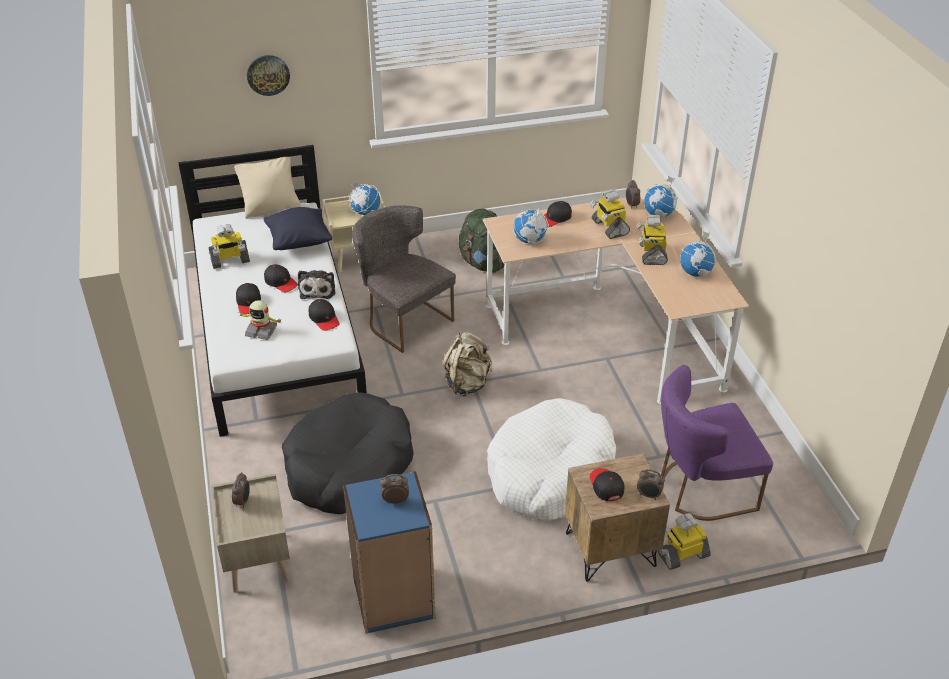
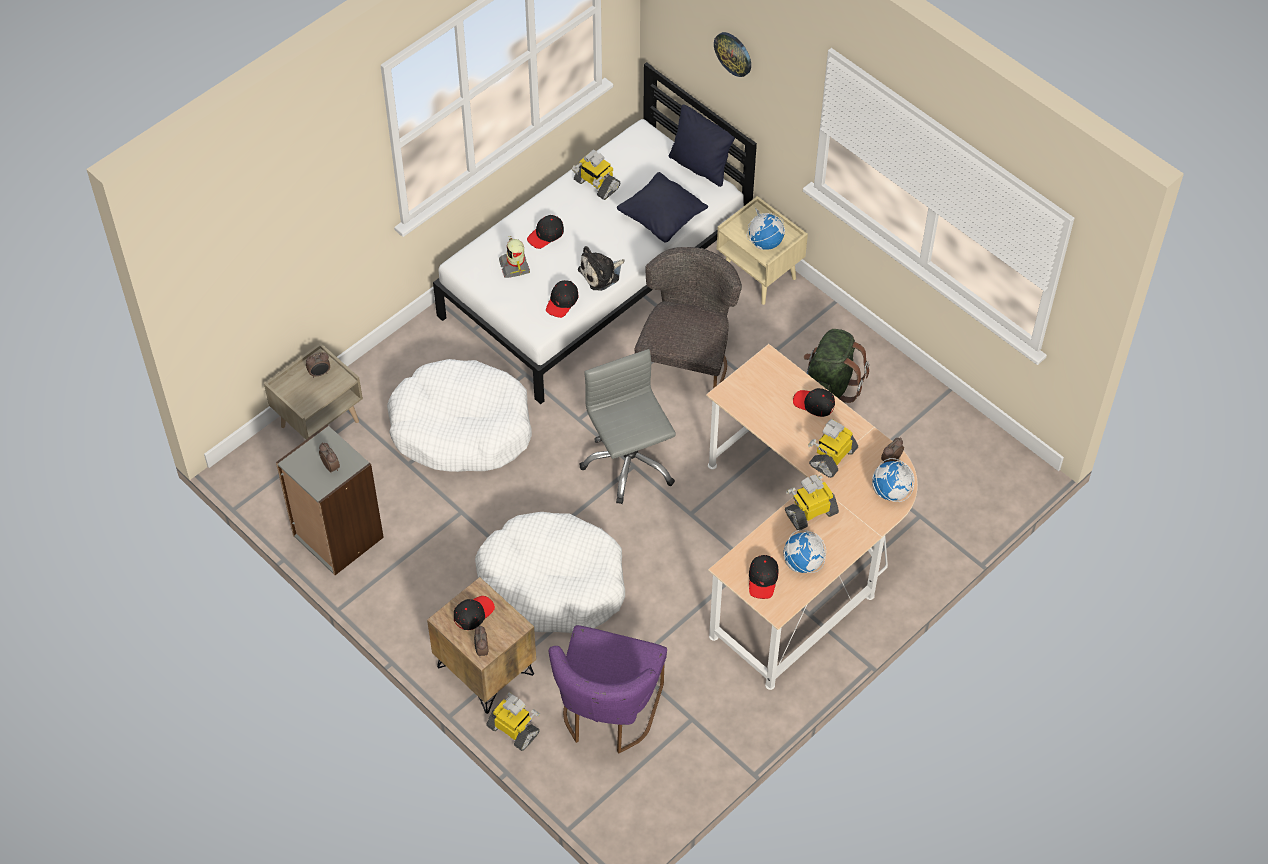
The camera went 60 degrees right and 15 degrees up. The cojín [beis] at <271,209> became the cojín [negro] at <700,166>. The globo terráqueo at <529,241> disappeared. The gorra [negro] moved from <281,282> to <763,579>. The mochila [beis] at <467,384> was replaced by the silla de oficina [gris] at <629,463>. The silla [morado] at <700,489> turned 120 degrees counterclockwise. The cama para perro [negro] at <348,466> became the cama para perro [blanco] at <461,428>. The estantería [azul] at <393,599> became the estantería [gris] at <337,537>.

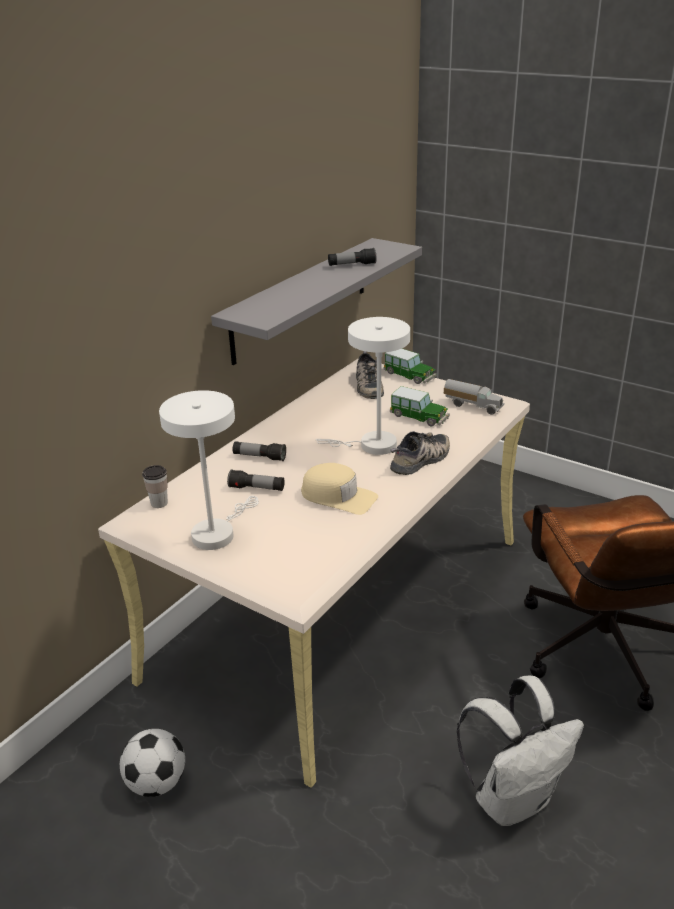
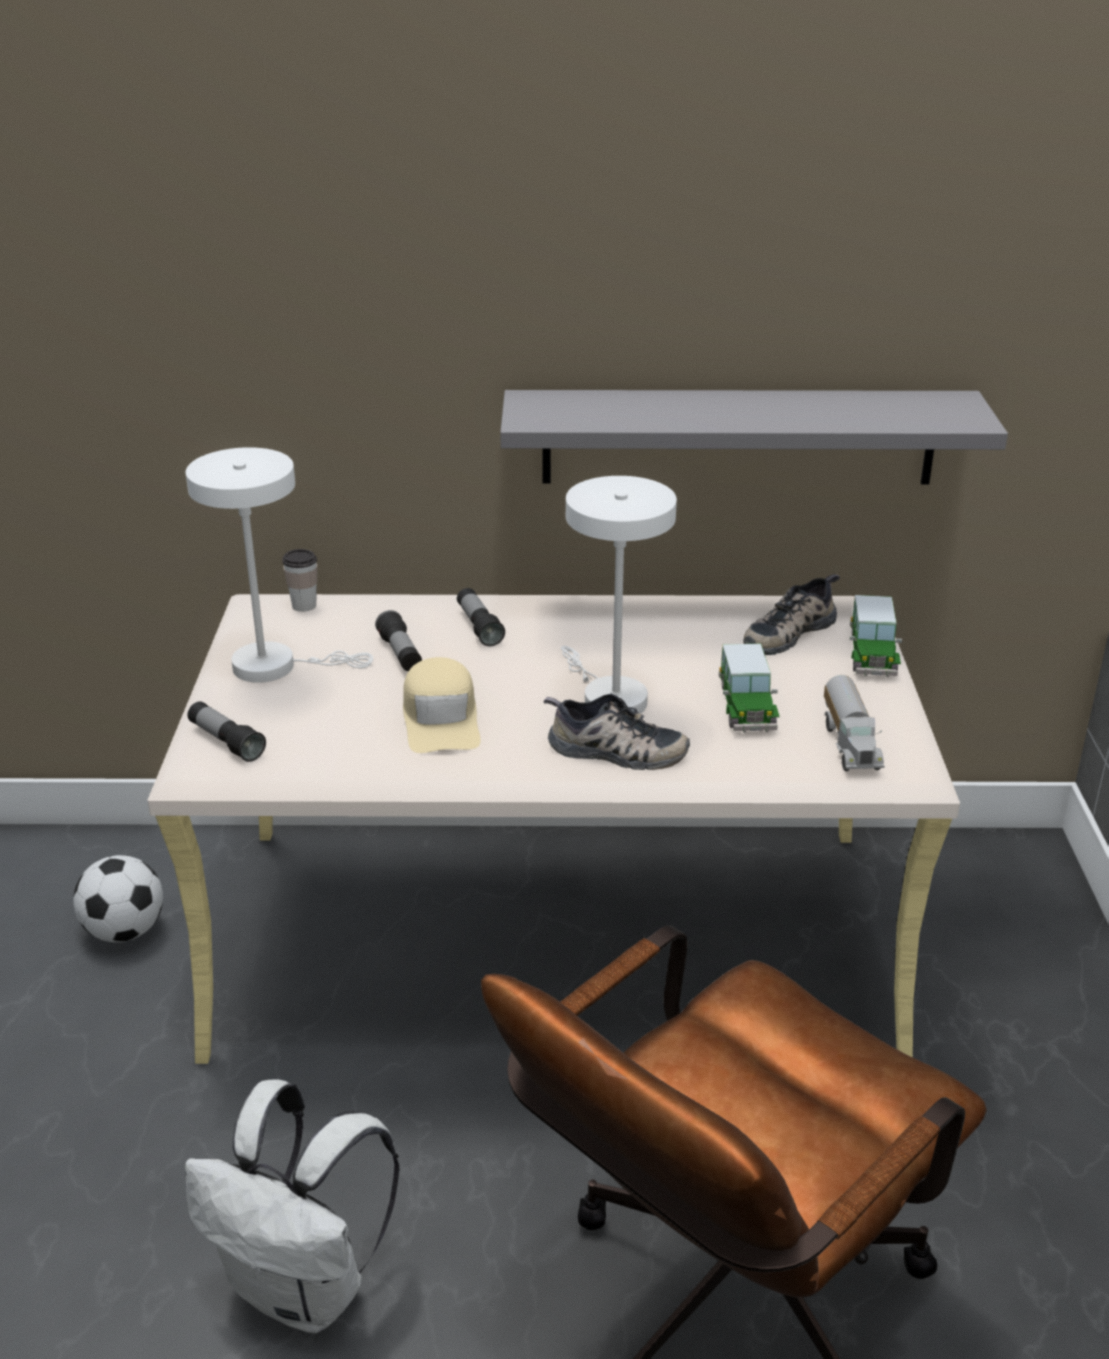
The camera went 55 degrees right and 0 degrees up. The linterna moved from <352,265> to <226,742>.

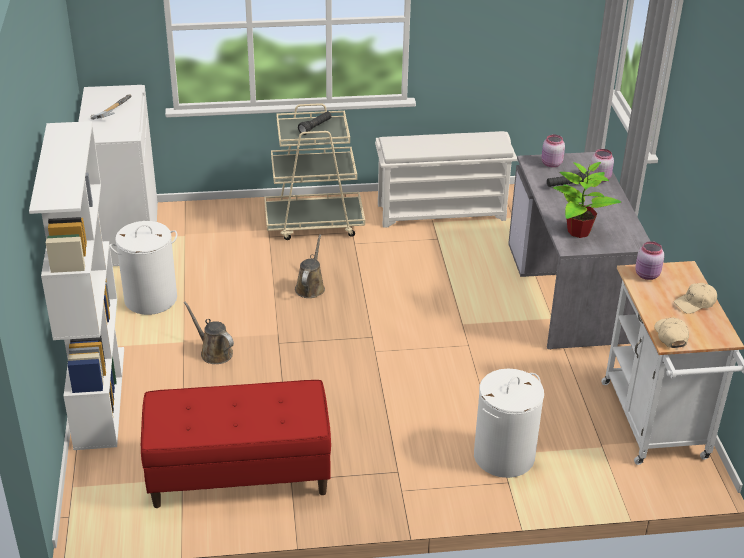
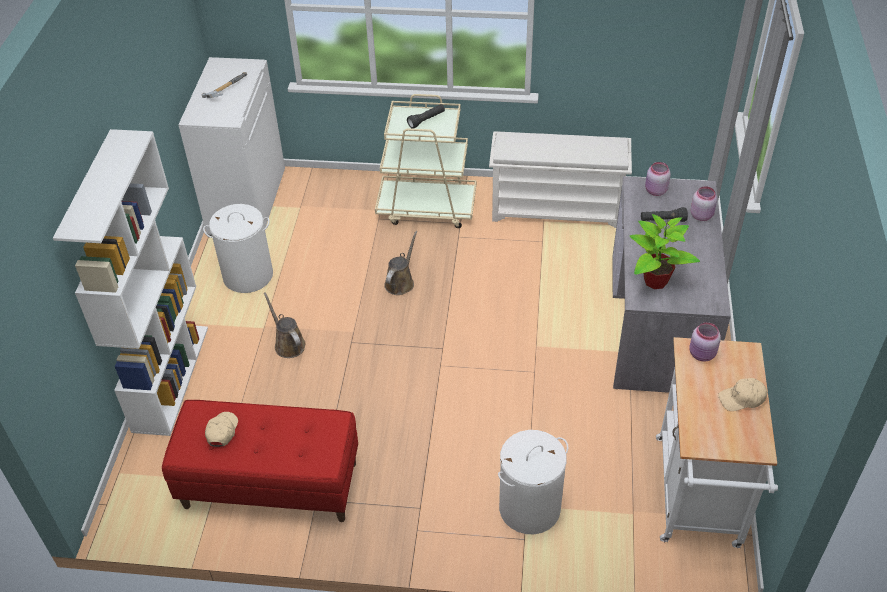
The camera went 15 degrees right and 10 degrees up. The gorra [beis] moved from <670,336> to <222,431>.

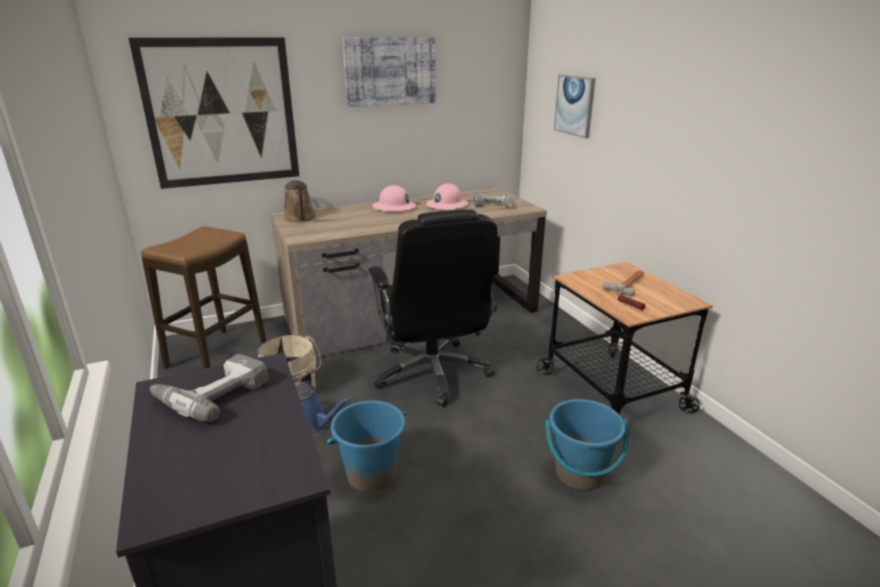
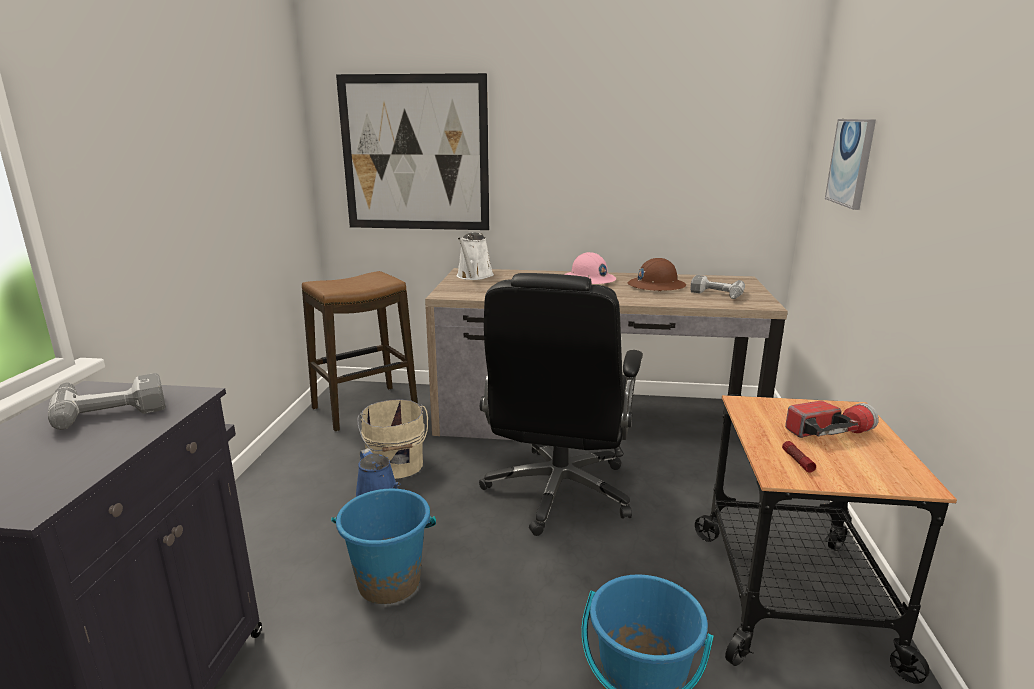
The camera went 30 degrees right and 5 degrees down. The cuadro at <390,71> disappeared. The regadera [marrón] at <300,218> became the regadera [blanco] at <474,276>. The casco [rosa] at <447,205> became the casco [marrón] at <656,286>. The martillo at <628,284> was replaced by the linterna at <829,432>.

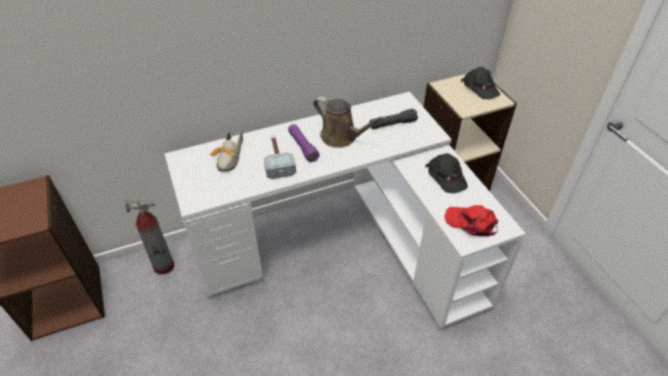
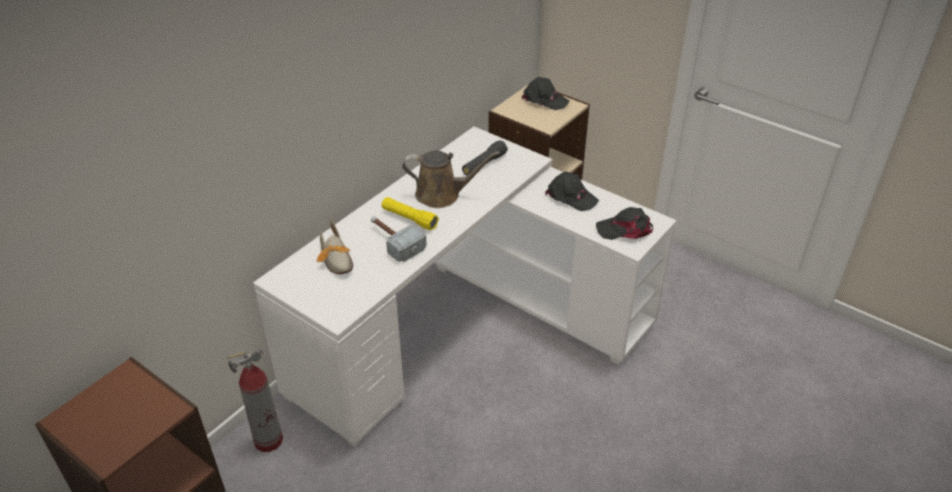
The camera went 30 degrees left and 5 degrees down. The linterna [morado] at <303,147> became the linterna [amarillo] at <409,219>. The gorra [rojo] at <471,223> became the gorra [negro] at <625,229>.

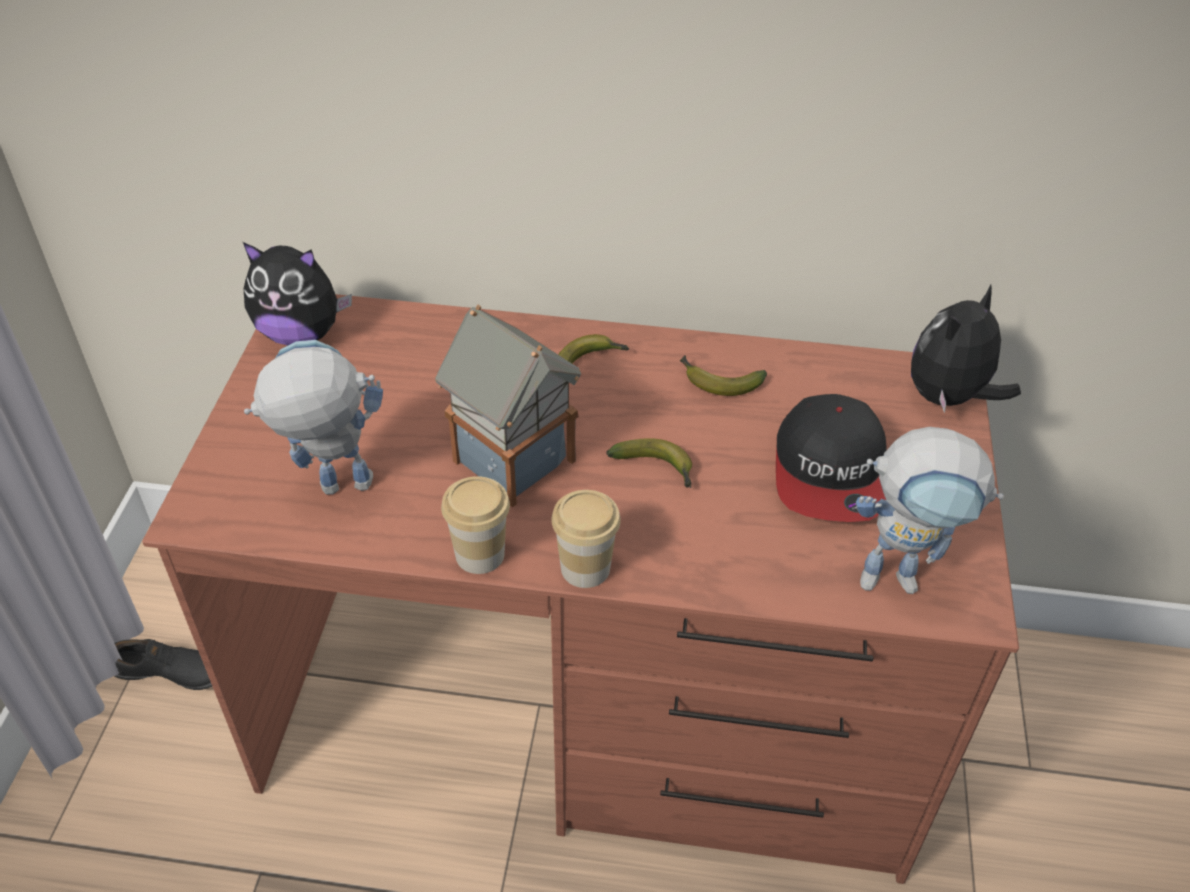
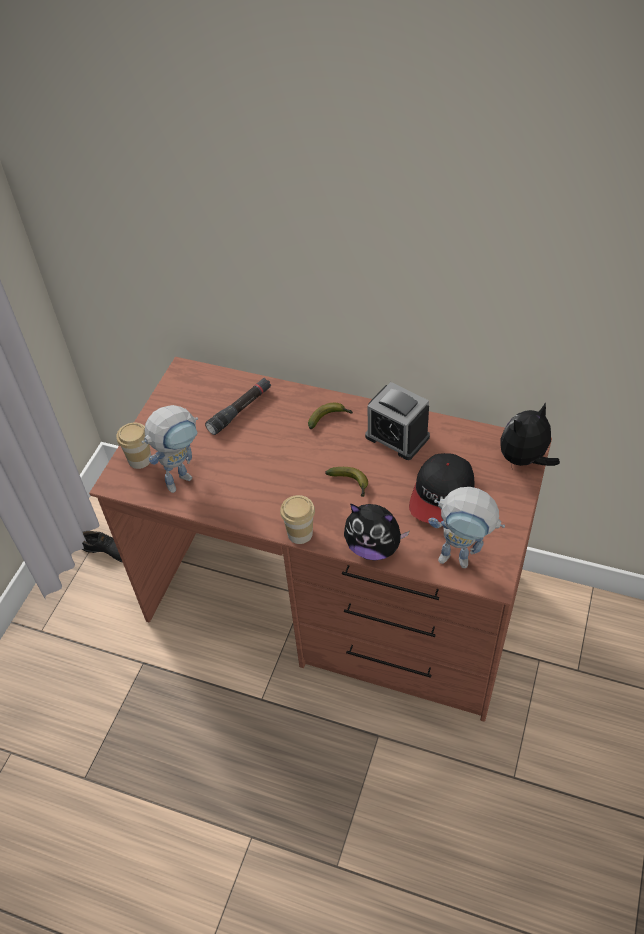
The camera went 15 degrees right and 5 degrees up. The peluche moved from <301,334> to <373,547>. The casita at <511,459> disappeared. The robot de juguete at <331,490> turned 135 degrees clockwise. The plátano at <717,382> was replaced by the despertador at <397,436>. The taza moved from <480,554> to <140,459>. The linterna [negro] at <240,410> appeared.

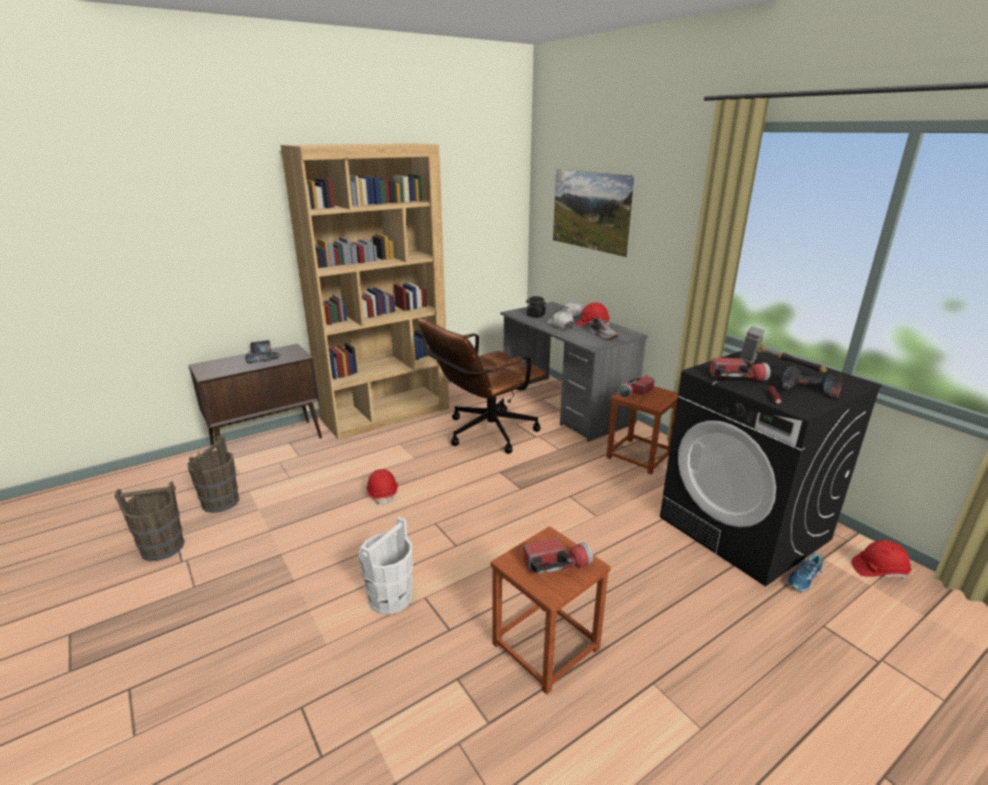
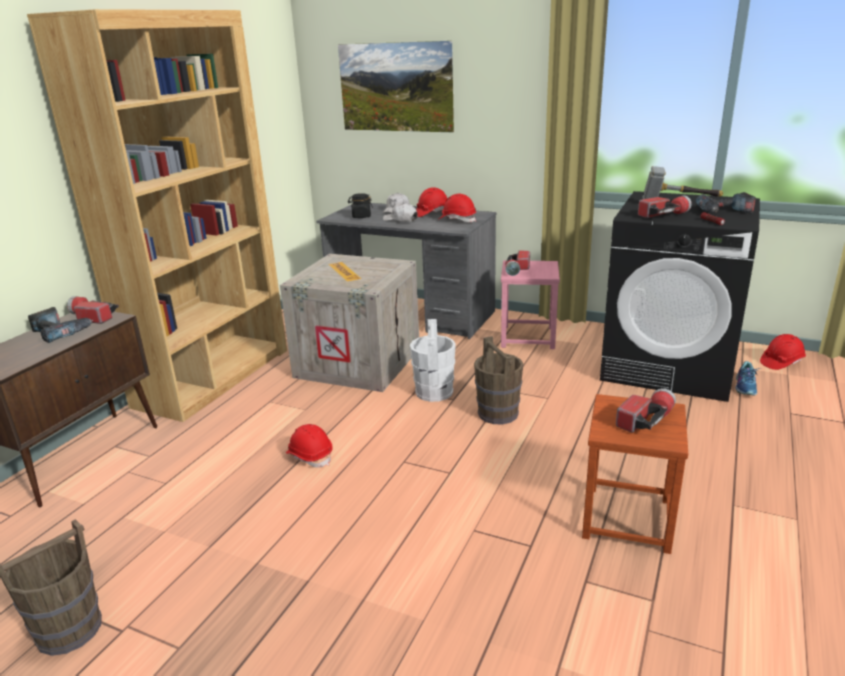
The camera went 30 degrees left and 0 degrees up. The zapato at <603,335> was replaced by the casco [rojo] at <457,220>. The silla de oficina [marrón] at <483,433> was replaced by the caja de embalaje at <356,363>. The taburete [marrón] at <639,456> became the taburete [rosa] at <527,337>. The cubo [marrón] moved from <221,502> to <498,413>. The cubo [blanco] moved from <391,597> to <434,392>. The linterna at <92,317> appeared.

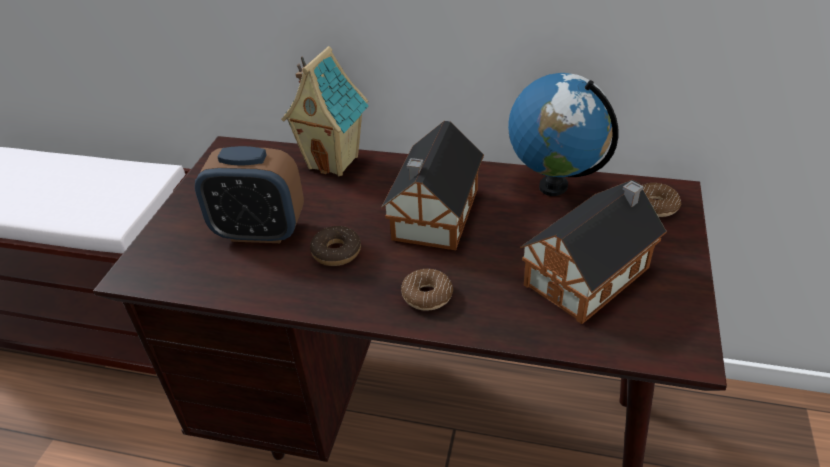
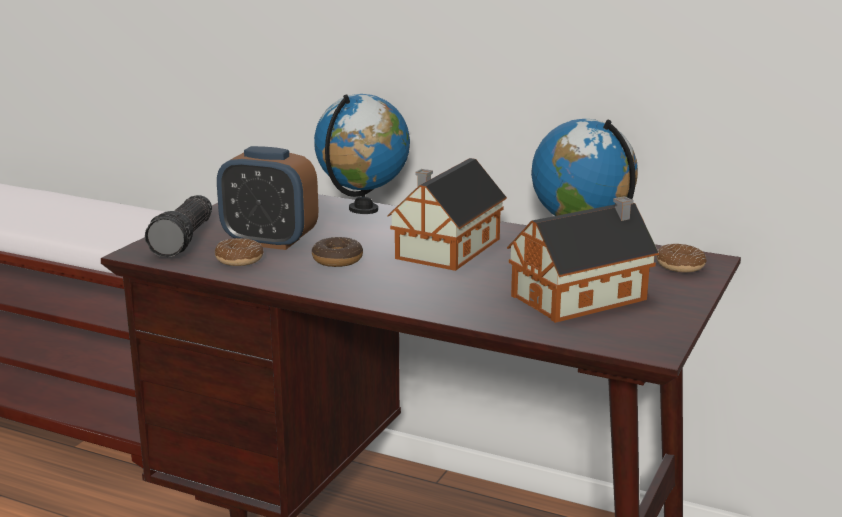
The camera went 10 degrees right and 20 degrees down. The casita at <334,161> was replaced by the globo terráqueo at <363,209>. The rosquilla moved from <427,295> to <239,260>. The linterna at <186,240> appeared.

